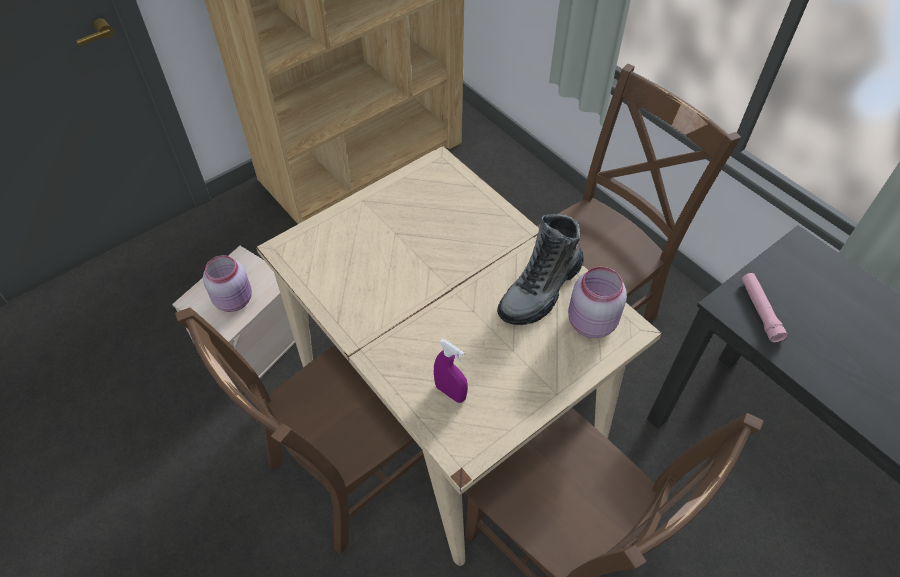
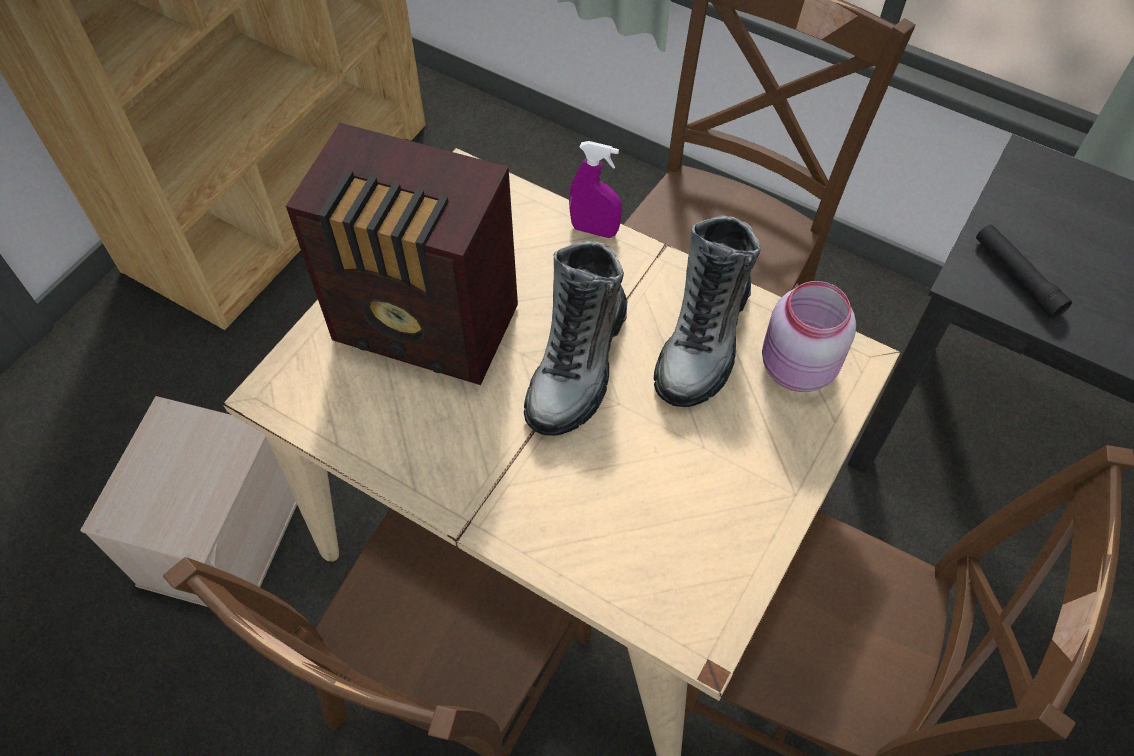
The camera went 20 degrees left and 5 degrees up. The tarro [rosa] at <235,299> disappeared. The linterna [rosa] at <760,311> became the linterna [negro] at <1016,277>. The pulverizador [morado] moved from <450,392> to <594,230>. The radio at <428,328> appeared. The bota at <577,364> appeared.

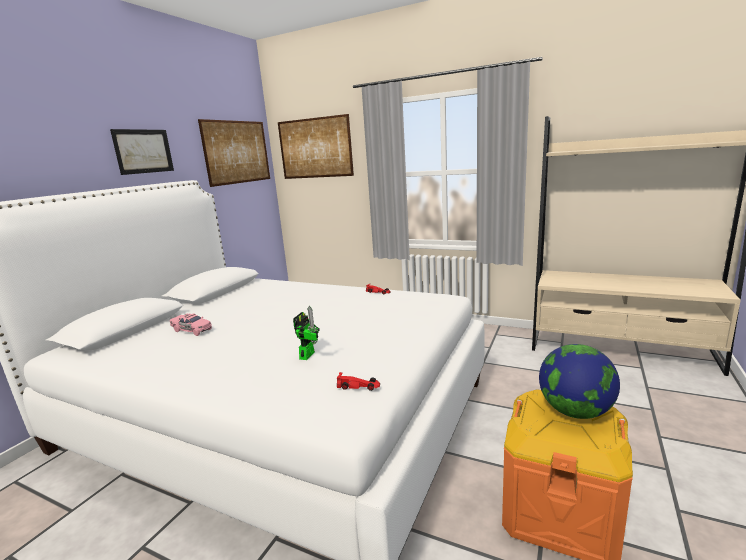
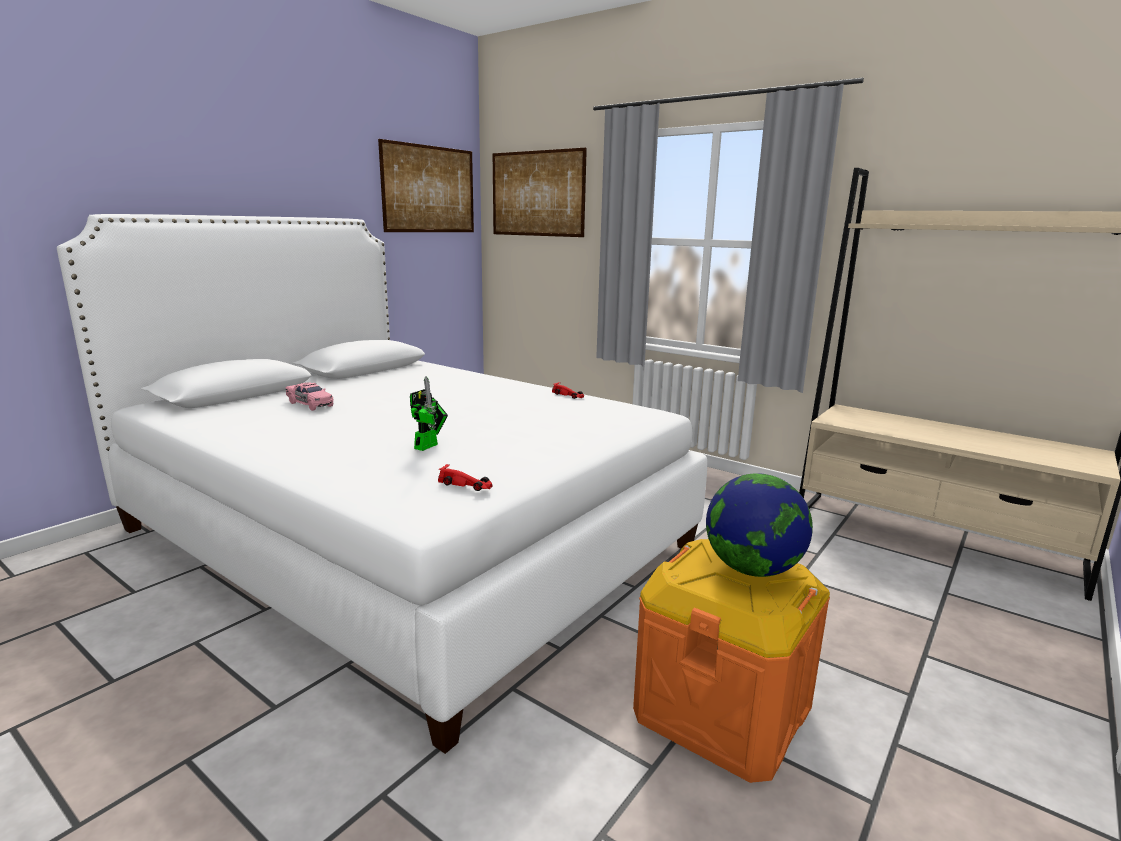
The camera went 10 degrees right and 0 degrees up. The cuadro at <143,151> disappeared.

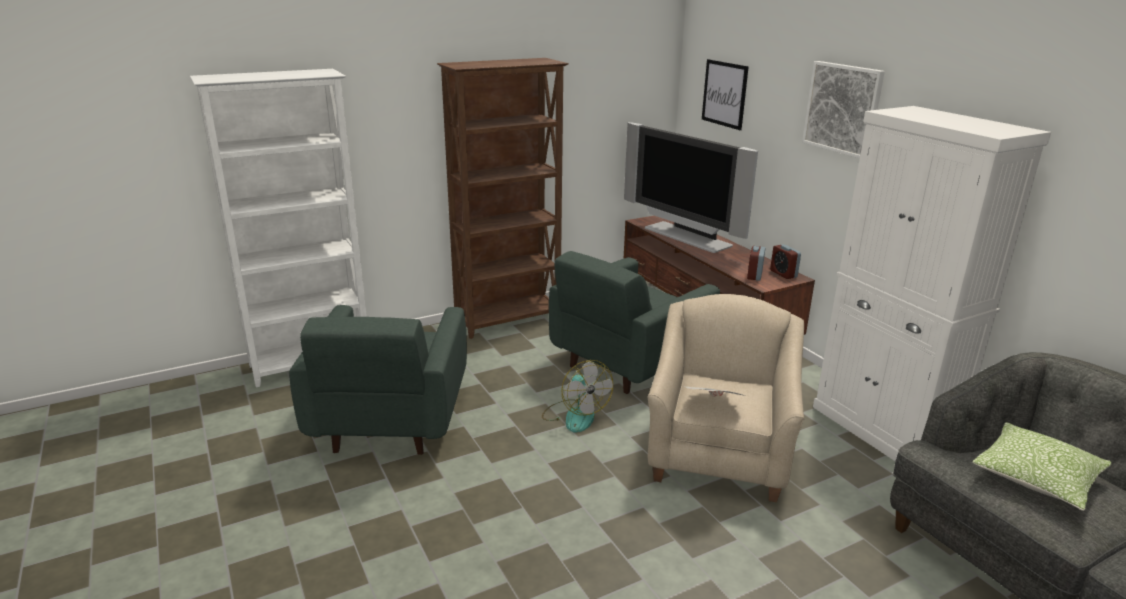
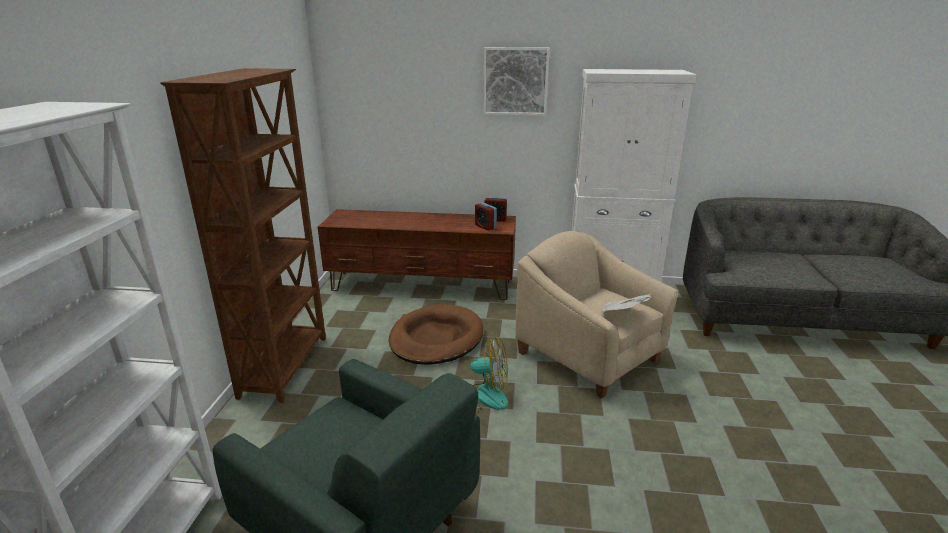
The camera went 55 degrees left and 0 degrees up. The cuadro at <724,94> disappeared. The televisor at <686,237> disappeared. The sillón [verde] at <628,362> was replaced by the cama para perro [marrón] at <436,338>. The cojín at <1036,477> disappeared.

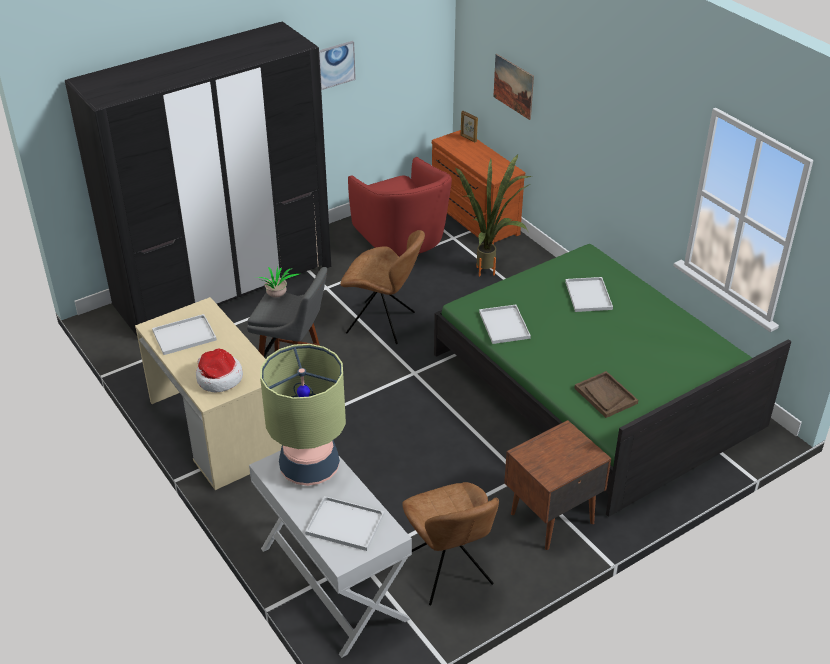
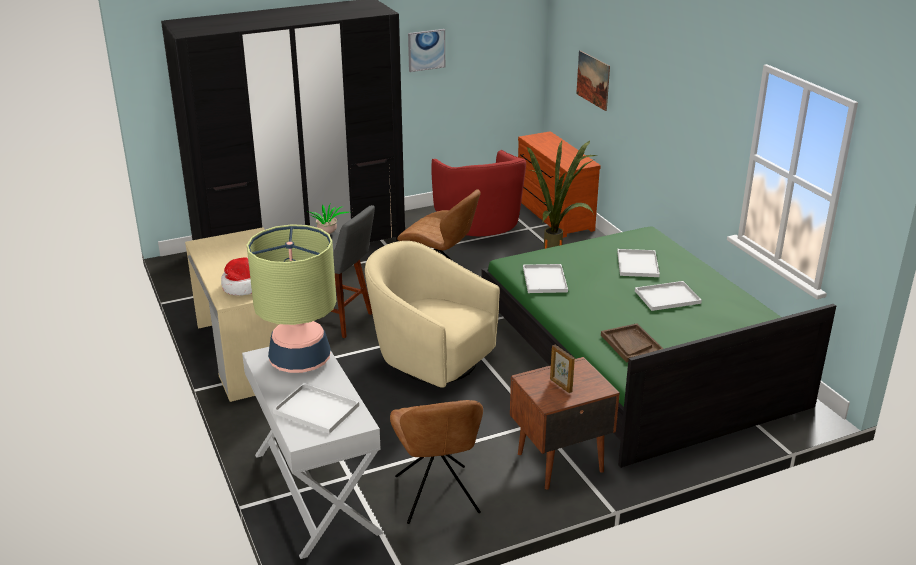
The camera went 10 degrees right and 10 degrees down. The portarretratos moved from <468,138> to <560,385>. The bandeja [blanco] moved from <183,336> to <666,297>. The sillón [beis] at <430,358> appeared.

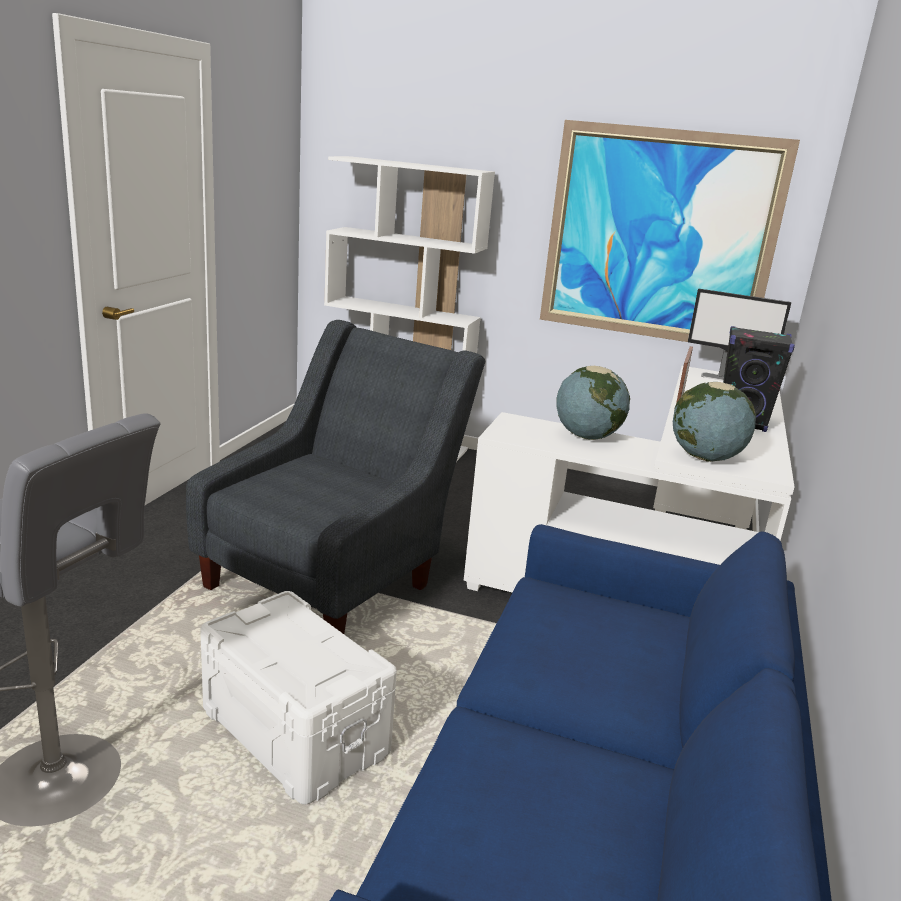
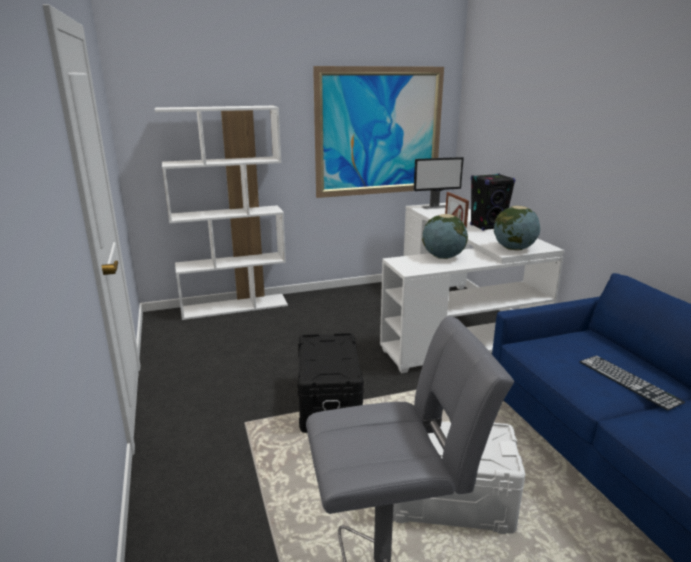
The camera went 35 degrees left and 0 degrees up. The sillón [gris] at <334,577> was replaced by the caja de almacenaje [negro] at <330,403>. The teclado at <628,381> appeared.

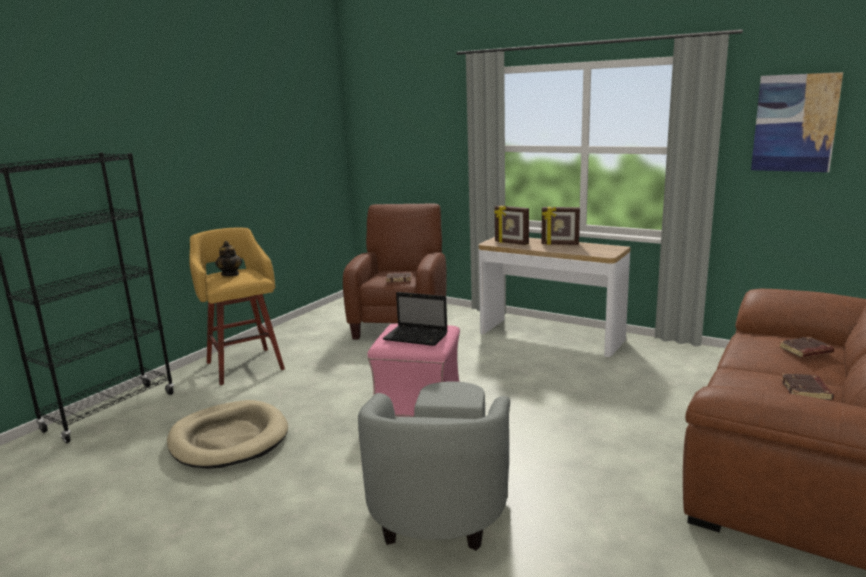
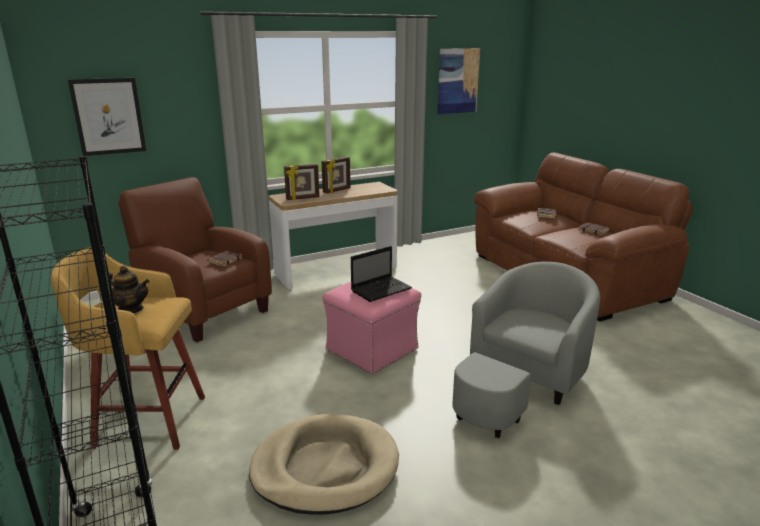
The camera went 60 degrees left and 5 degrees up. The sillón [gris] at <441,497> turned 90 degrees counterclockwise. The cuadro at <108,116> appeared.

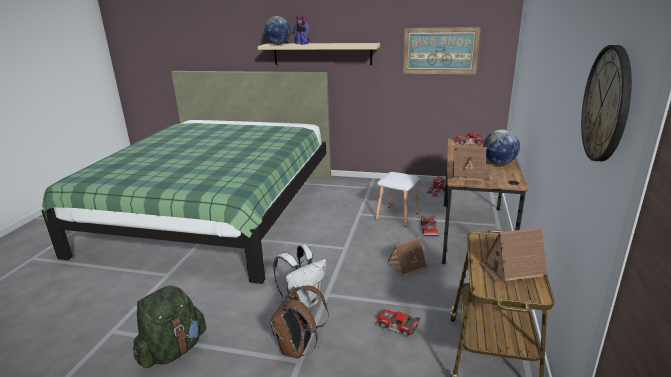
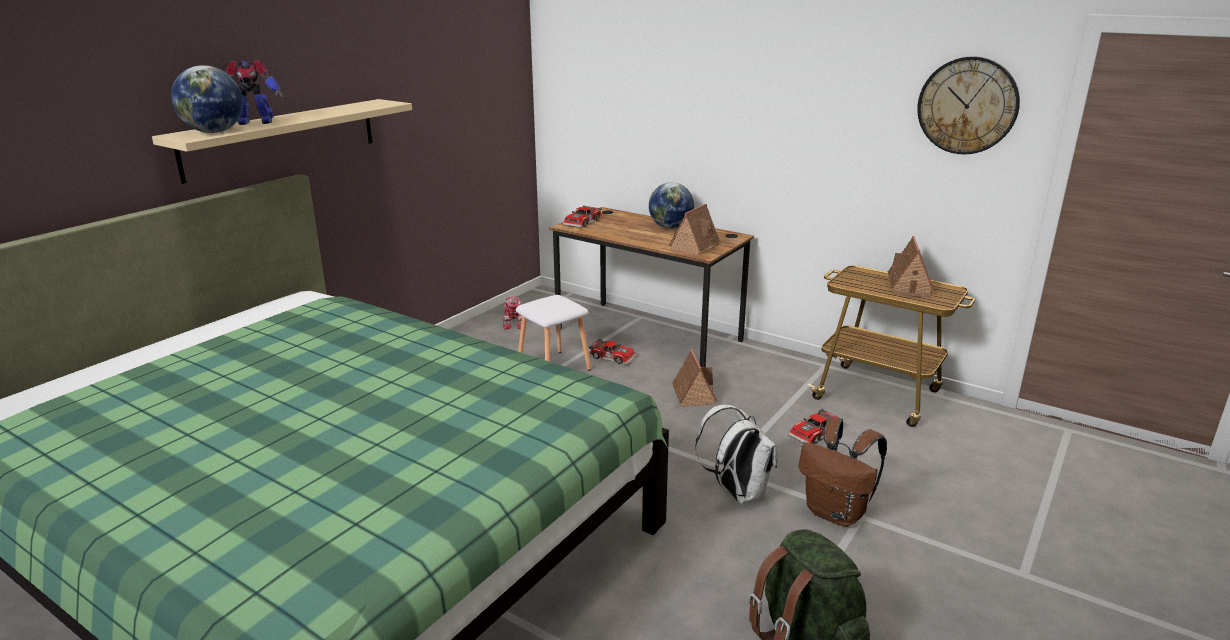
The camera went 70 degrees left and 0 degrees up. The cuadro at <440,51> disappeared.

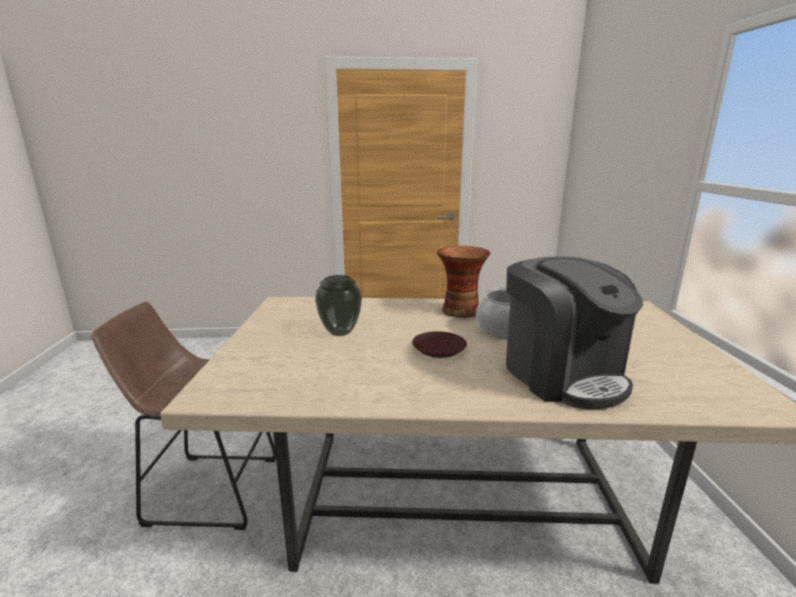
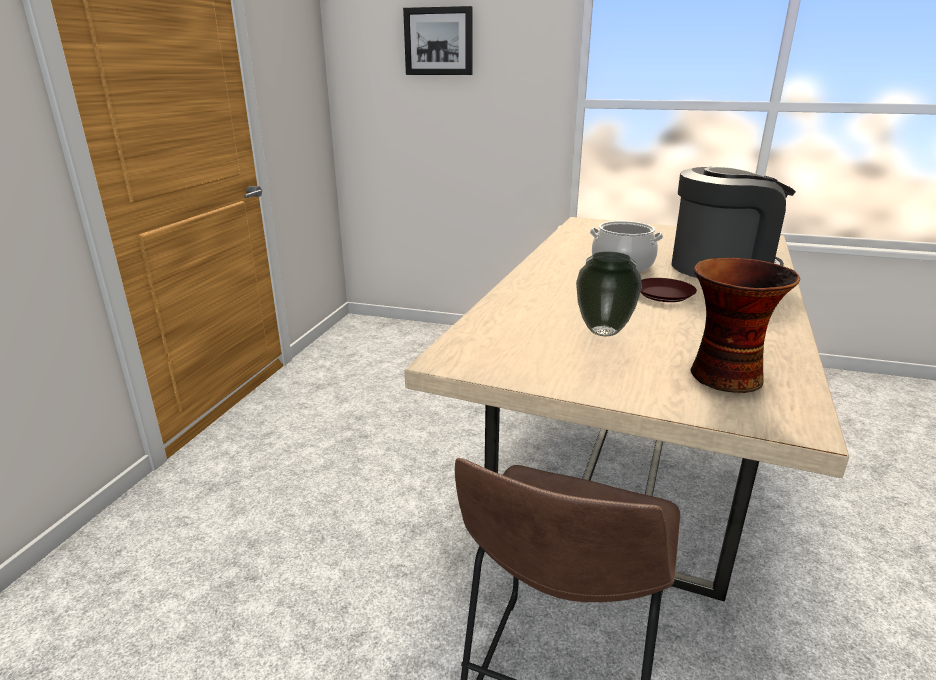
The camera went 70 degrees left and 5 degrees up. The florero moved from <460,310> to <723,377>. The cuadro at <438,41> appeared.

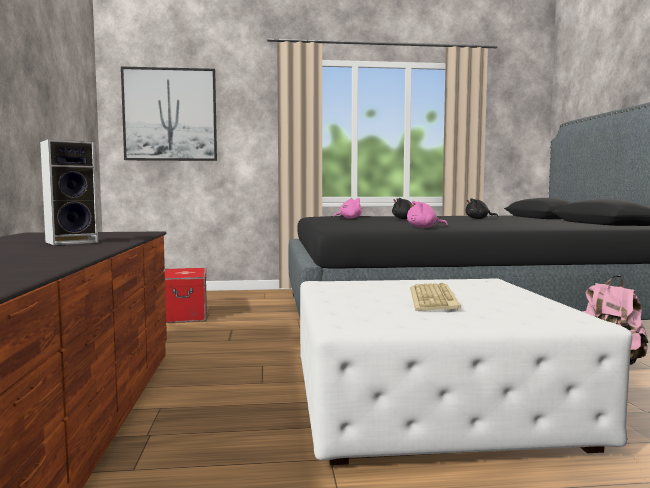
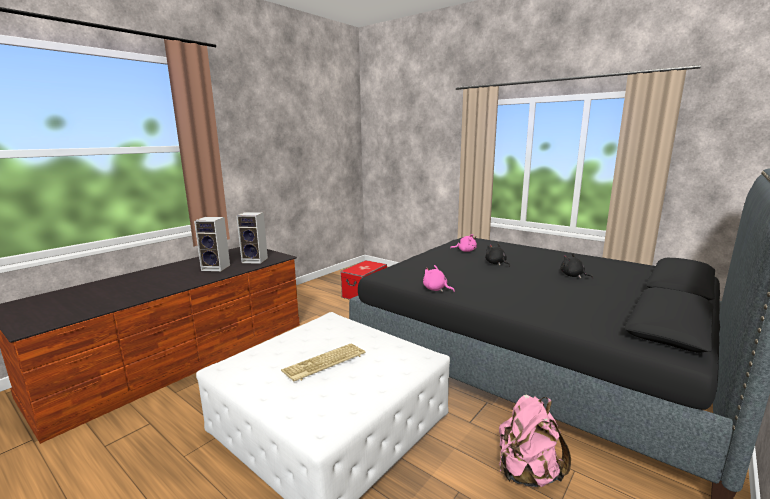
The camera went 45 degrees right and 10 degrees up. The cuadro at <170,115> disappeared. The altavoz at <256,260> appeared.

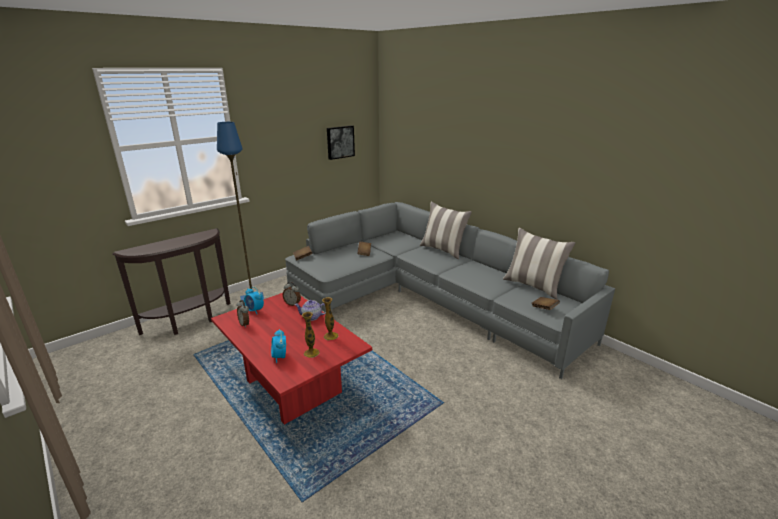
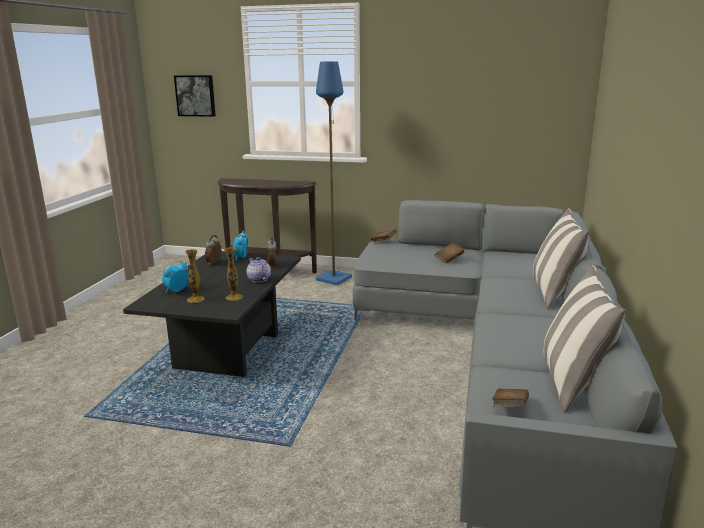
The camera went 55 degrees right and 5 degrees down. The cuadro moved from <340,142> to <196,95>. The mesa de centro [rojo] at <293,386> became the mesa de centro [negro] at <228,350>.

